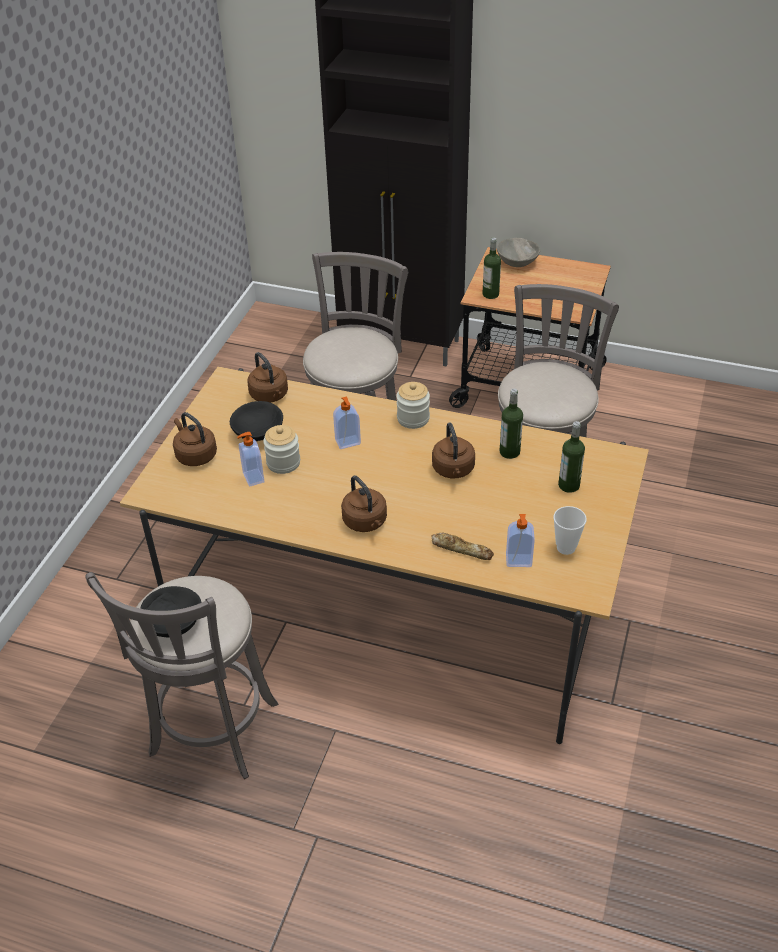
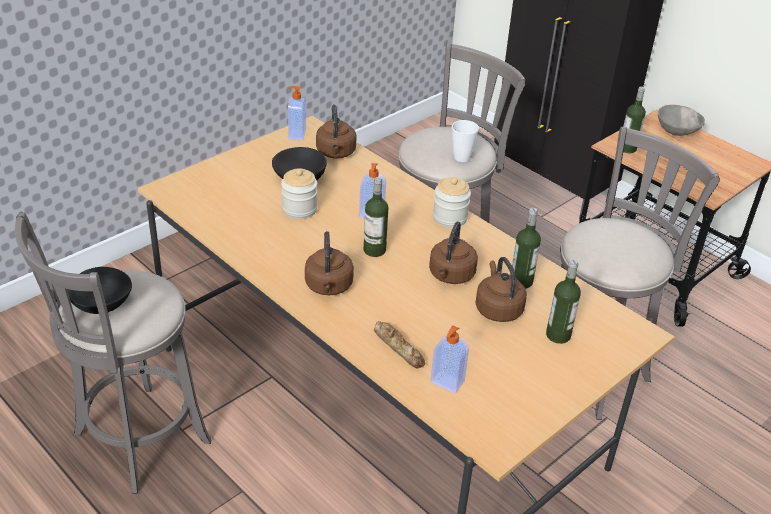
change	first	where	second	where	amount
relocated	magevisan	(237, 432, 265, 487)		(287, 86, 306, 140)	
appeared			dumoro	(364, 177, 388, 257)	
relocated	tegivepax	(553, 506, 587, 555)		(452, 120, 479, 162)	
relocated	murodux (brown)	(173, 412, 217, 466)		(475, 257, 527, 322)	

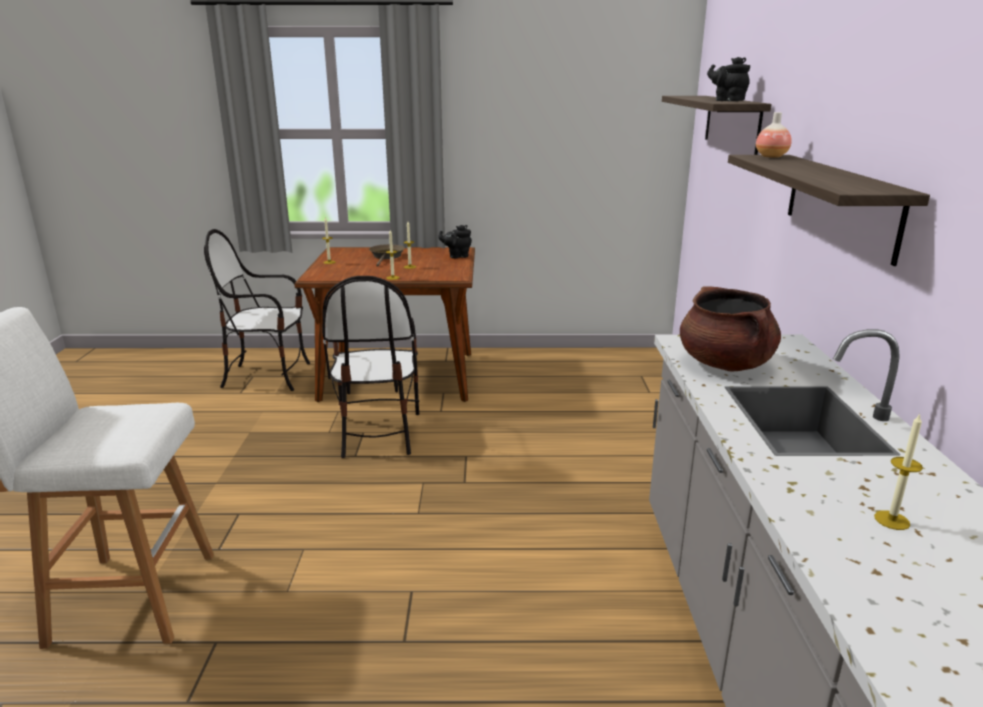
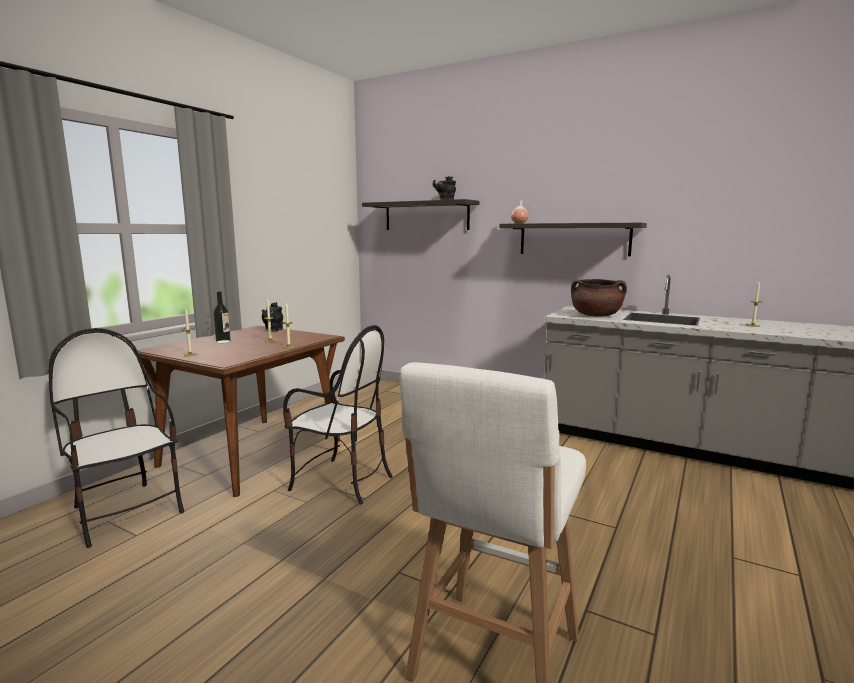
change	first	where	second	where	amount
spun	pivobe	(204, 229, 310, 391)		(49, 328, 184, 548)	105 degrees clockwise
exchanged	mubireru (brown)	(369, 244, 405, 267)	dumoro	(213, 291, 231, 343)	

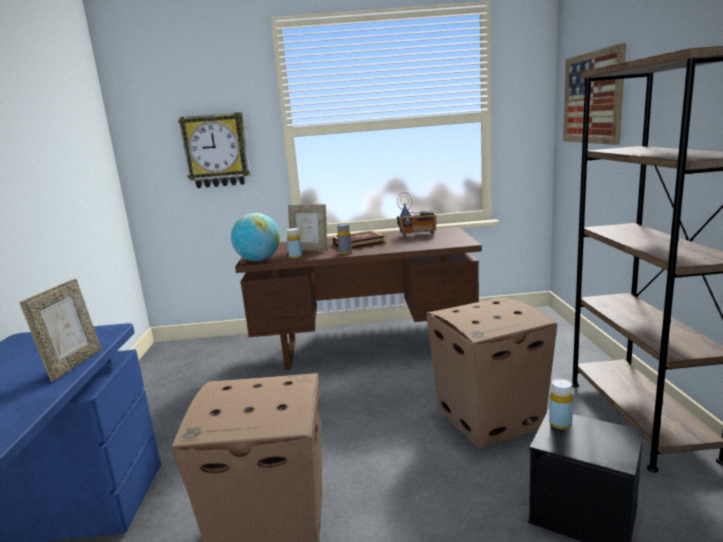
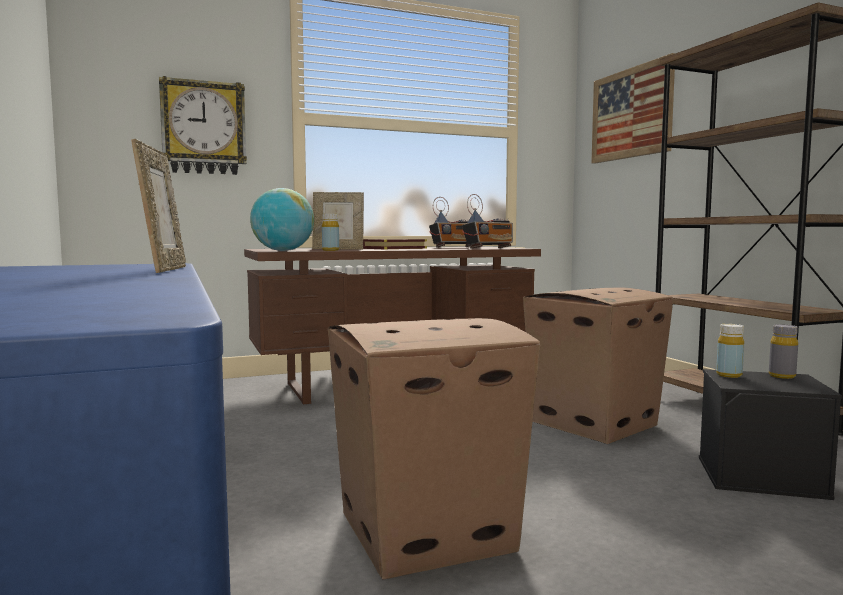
change	first	where	second	where	amount
appeared			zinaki	(462, 194, 513, 249)	
relocated	dumoro (grey)	(337, 224, 352, 254)		(769, 324, 798, 379)	

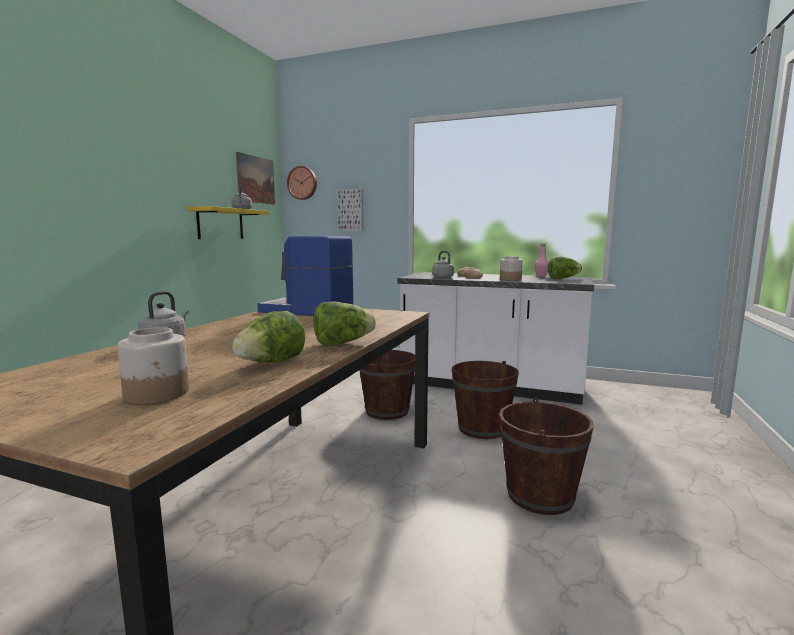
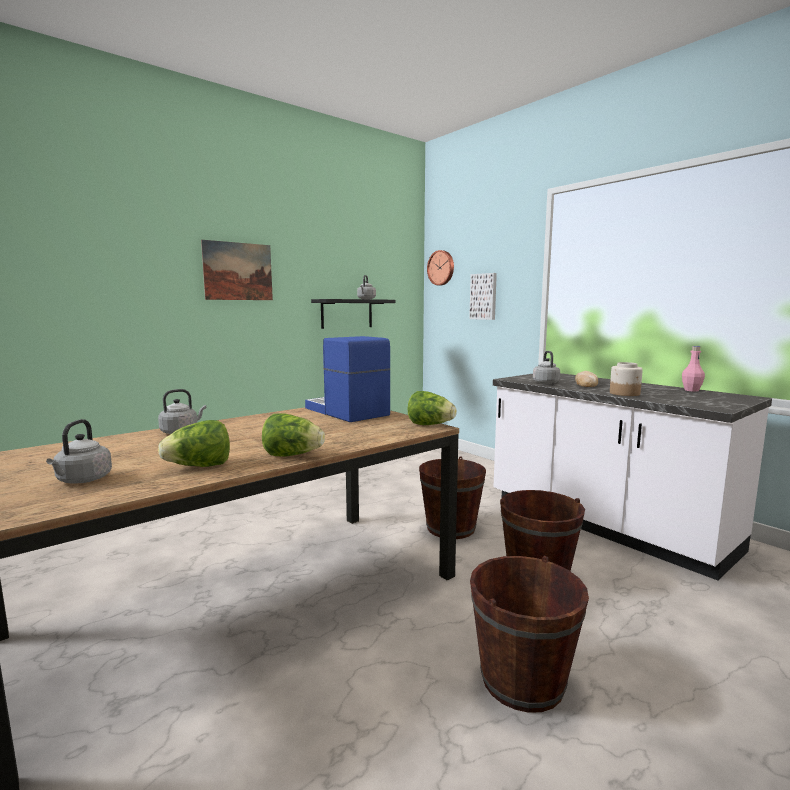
change	first	where	second	where	amount
exchanged	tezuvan	(117, 327, 189, 404)	murodux (grey)	(46, 419, 112, 483)	
relocated	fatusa	(236, 152, 275, 205)		(201, 240, 273, 300)	
colour	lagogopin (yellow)	(187, 206, 270, 239)	lagogopin (black)	(311, 299, 395, 329)	
relocated	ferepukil	(548, 256, 582, 279)		(408, 391, 457, 425)	

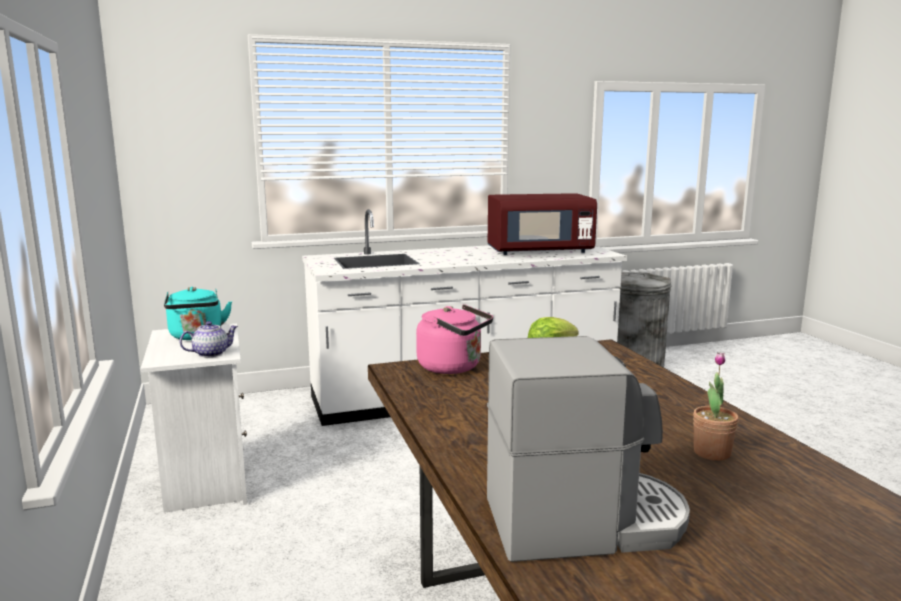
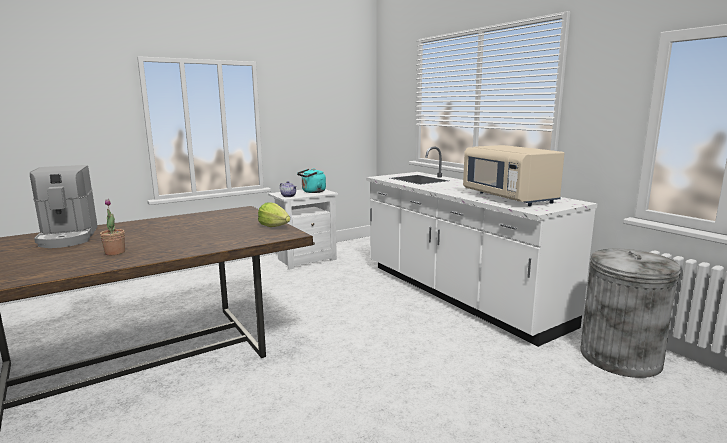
change	first	where	second	where	amount
colour	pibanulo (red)	(488, 194, 597, 255)	pibanulo (beige)	(463, 145, 564, 206)	
missing	murodux (pink)	(416, 304, 493, 374)			

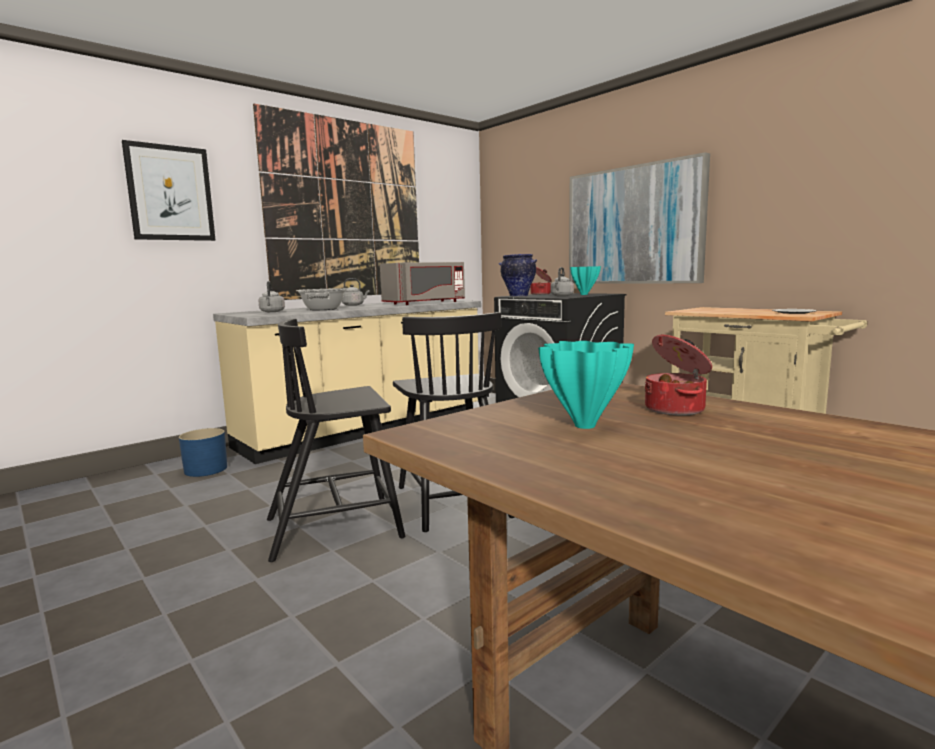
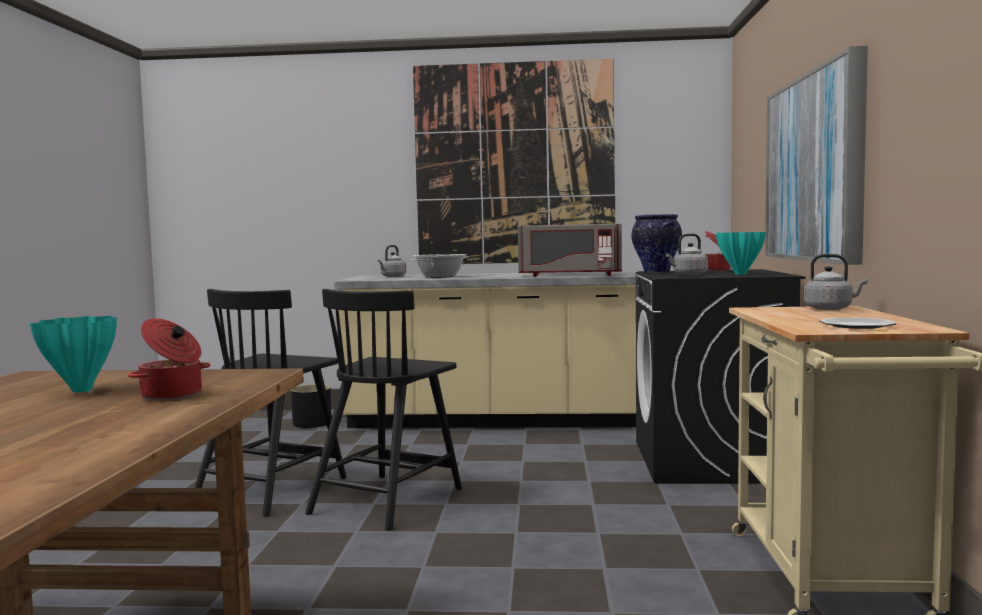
change	first	where	second	where	amount
spun	pivobe (black)	(267, 319, 405, 562)		(194, 289, 347, 517)	90 degrees counterclockwise
colour	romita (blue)	(179, 428, 227, 477)	romita (black)	(290, 384, 331, 428)	
relocated	murodux (grey)	(342, 278, 370, 306)		(804, 254, 868, 310)	
missing	fatusa	(122, 140, 216, 241)			

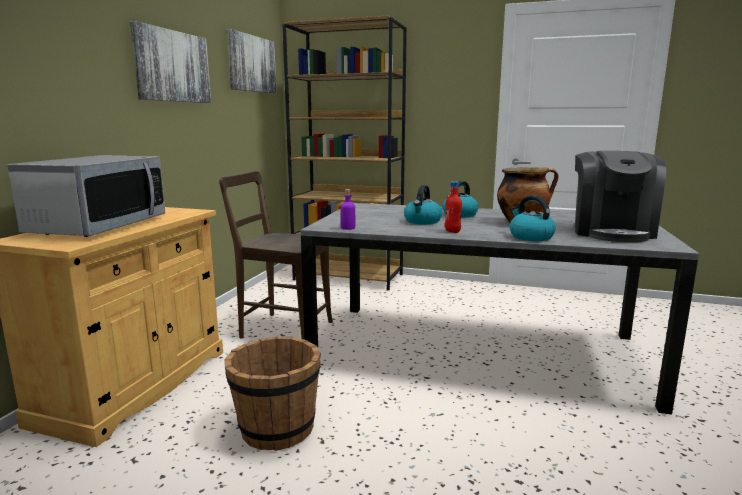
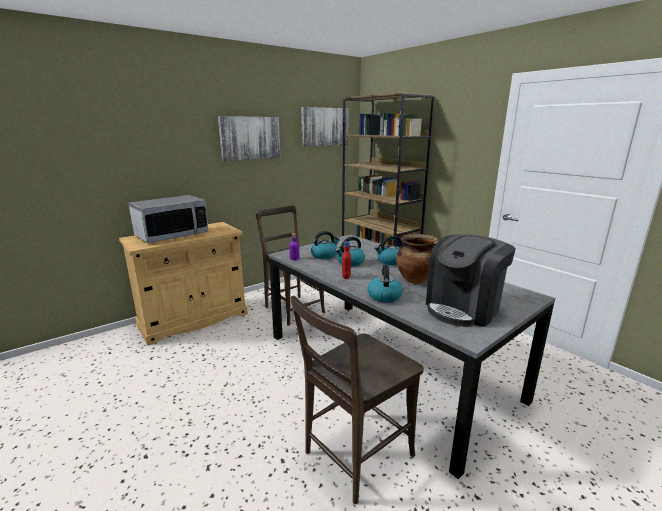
change	first	where	second	where	amount
appeared			pivobe (brown)	(290, 296, 424, 504)	
appeared			murodux	(311, 231, 340, 259)	
missing	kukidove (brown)	(224, 336, 321, 451)			

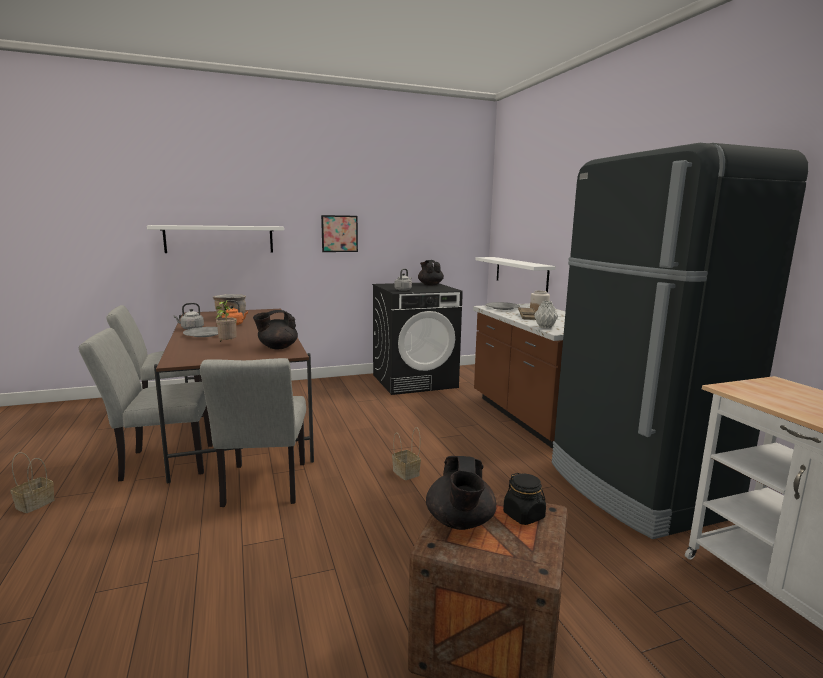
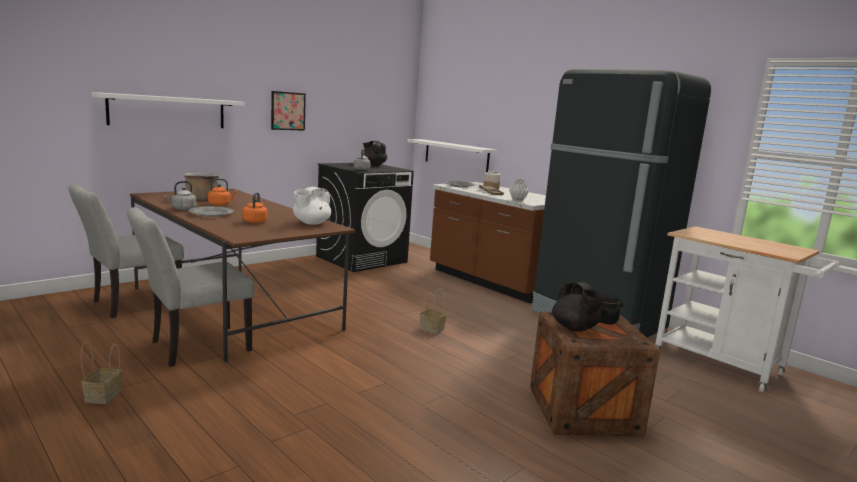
change	first	where	second	where	amount
exchanged	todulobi	(216, 299, 237, 342)	murodux (orange)	(242, 192, 268, 223)	
colour	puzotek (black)	(253, 310, 298, 349)	puzotek (white)	(293, 187, 331, 225)	
missing	pivobe (grey)	(200, 358, 306, 507)			

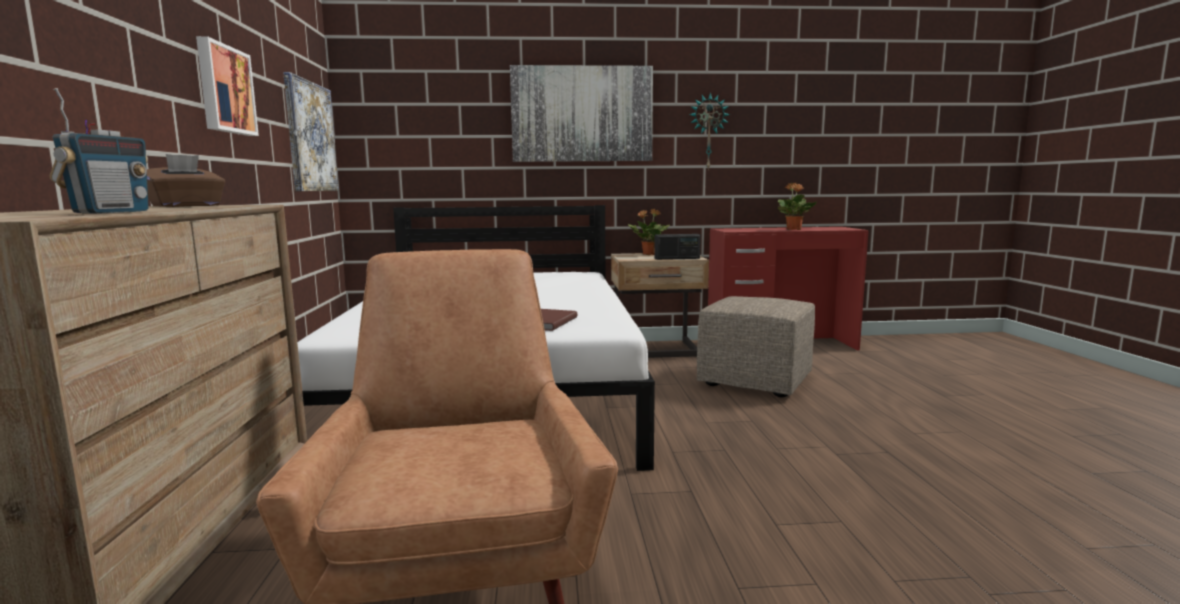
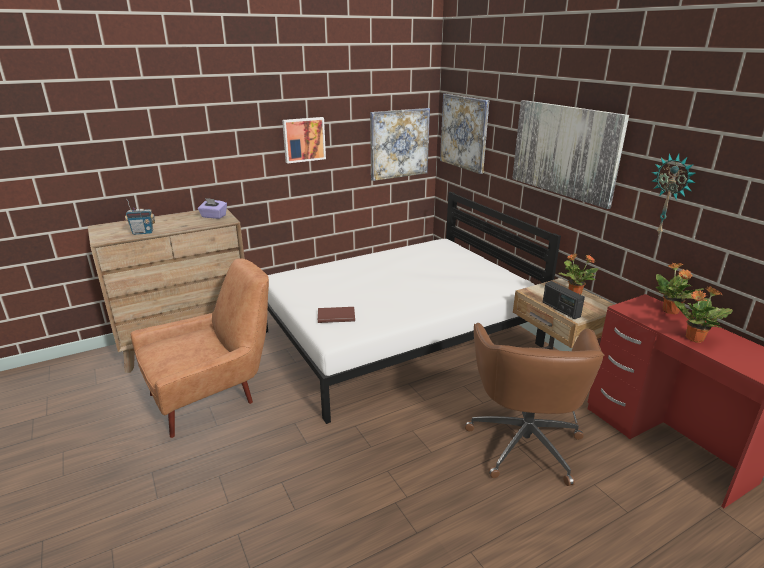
change	first	where	second	where	amount
colour	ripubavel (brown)	(147, 154, 225, 207)	ripubavel (purple)	(198, 198, 227, 219)	
appeared			fatusa	(440, 94, 489, 174)	
exchanged	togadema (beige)	(697, 296, 815, 397)	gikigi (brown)	(465, 323, 604, 486)	
appeared			todulobi	(656, 263, 704, 314)	

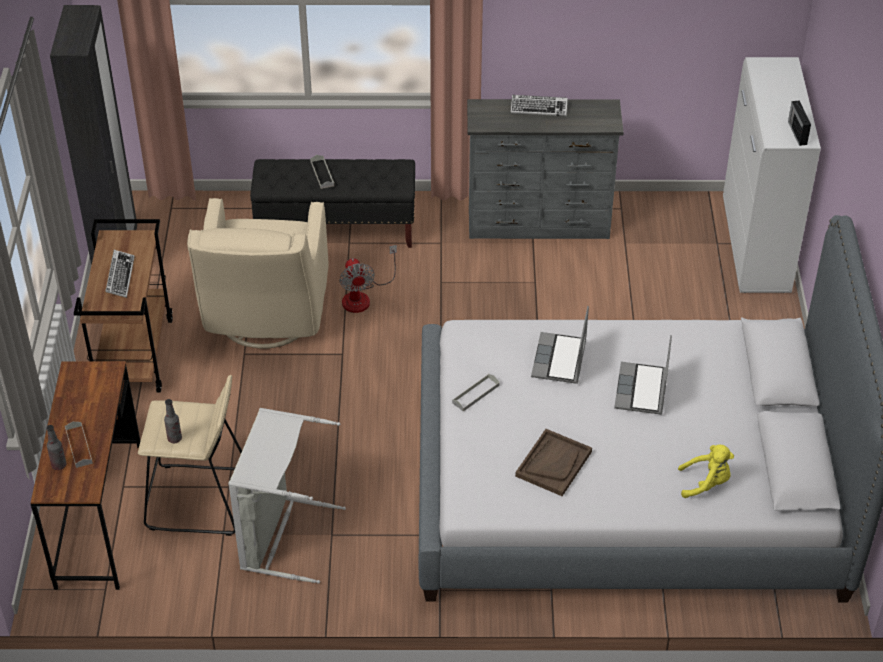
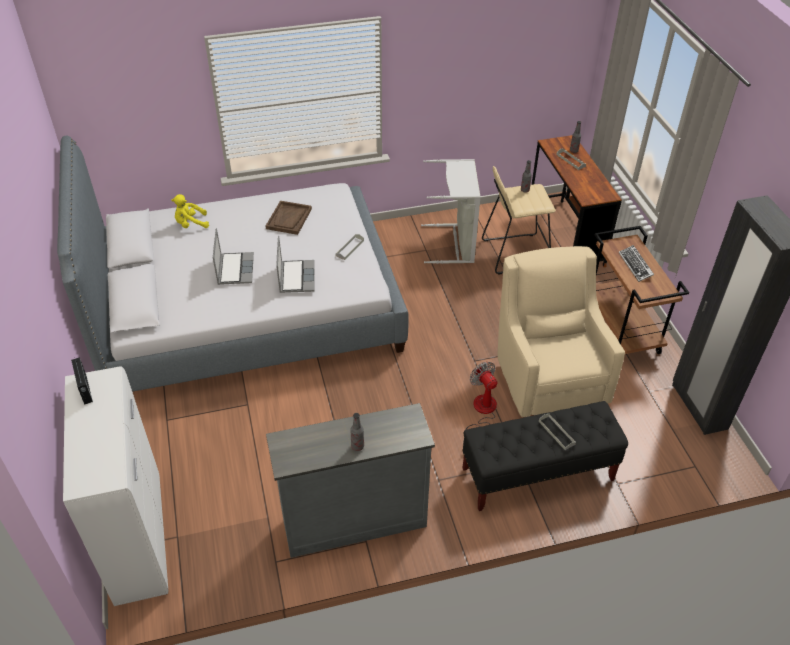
change	first	where	second	where	amount
exchanged	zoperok	(511, 95, 568, 116)	dumoro	(350, 413, 364, 451)	

